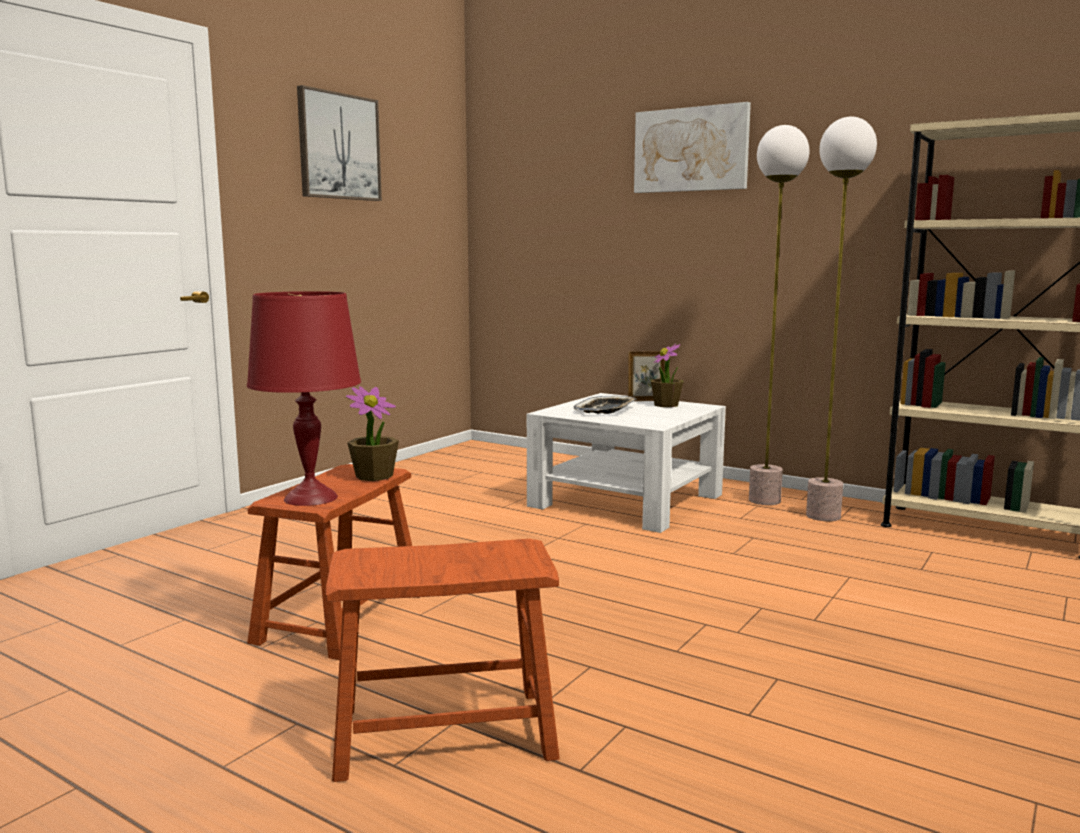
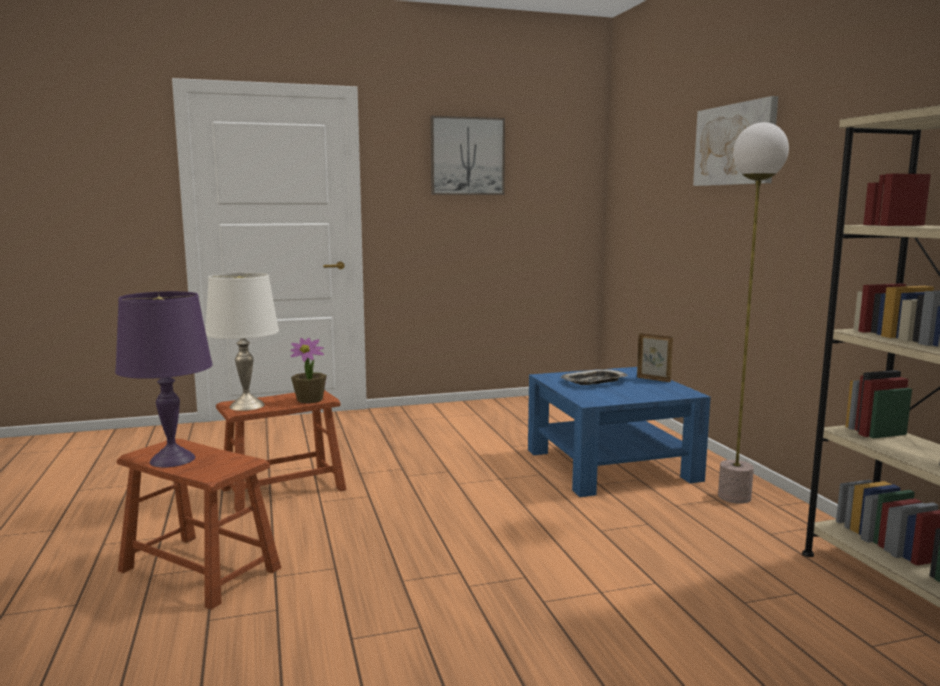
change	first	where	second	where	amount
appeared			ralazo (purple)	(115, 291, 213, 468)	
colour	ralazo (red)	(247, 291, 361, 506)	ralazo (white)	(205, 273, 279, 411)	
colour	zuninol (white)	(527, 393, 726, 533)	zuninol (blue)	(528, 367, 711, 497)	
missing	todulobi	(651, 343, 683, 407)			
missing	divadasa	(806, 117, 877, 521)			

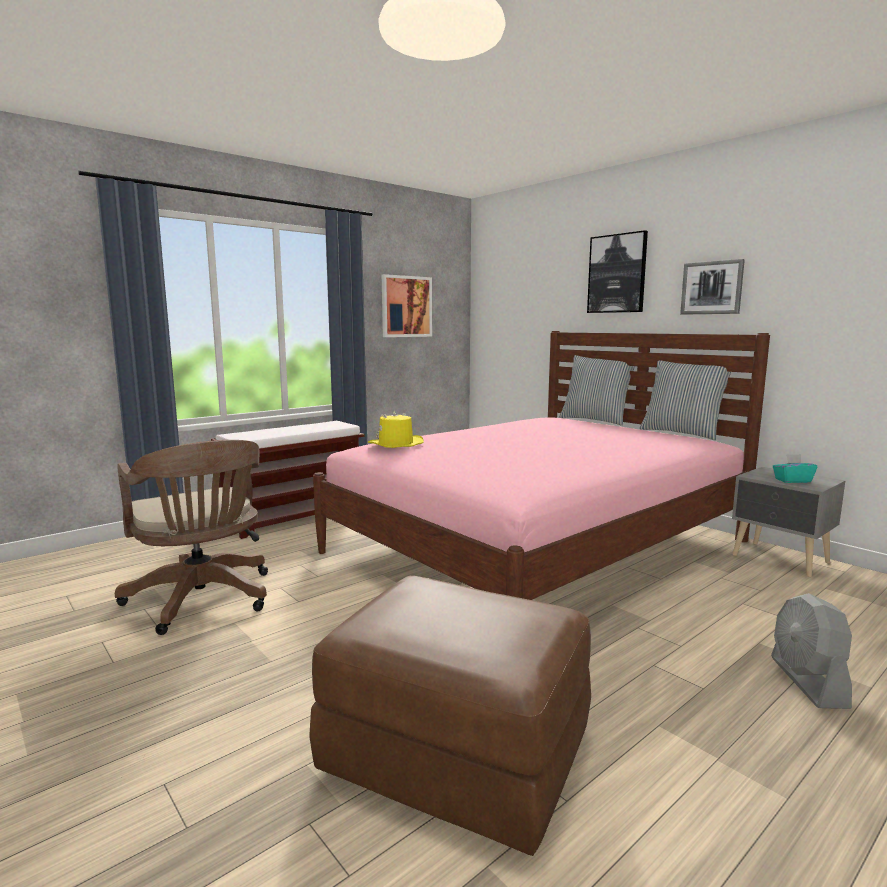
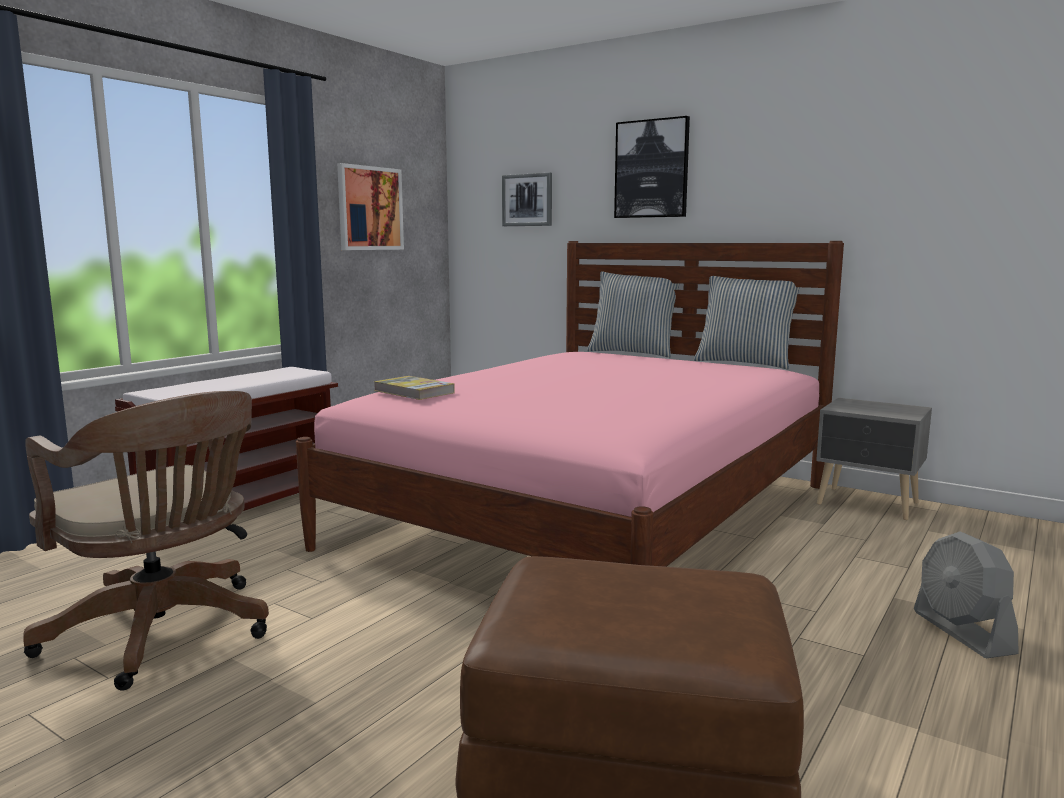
change	first	where	second	where	amount
exchanged	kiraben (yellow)	(368, 411, 424, 448)	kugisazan	(374, 376, 455, 400)	
relocated	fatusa	(680, 259, 745, 314)		(502, 173, 552, 226)	
missing	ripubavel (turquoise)	(773, 454, 817, 483)			

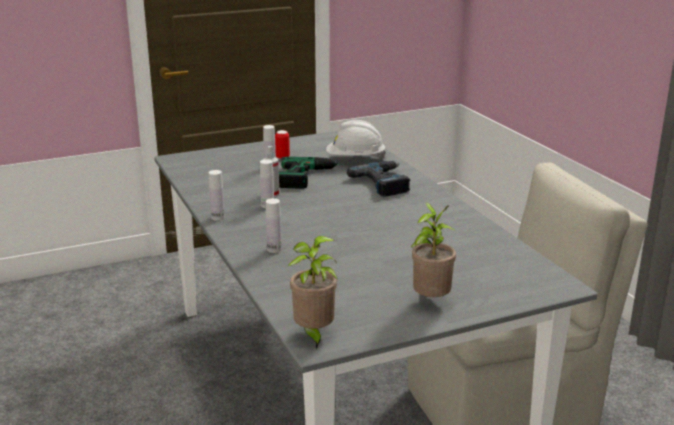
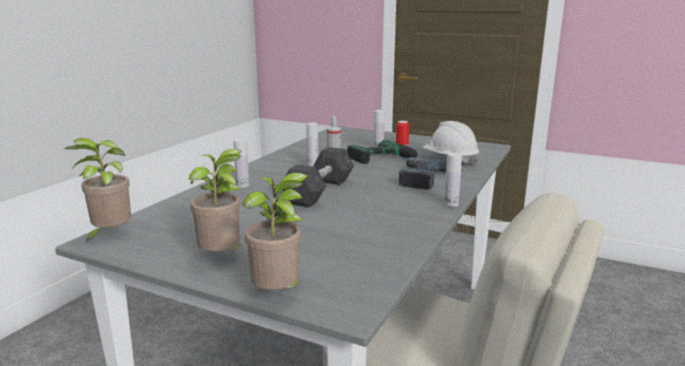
change	first	where	second	where	amount
appeared			todulobi	(243, 173, 309, 290)	
appeared			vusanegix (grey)	(283, 147, 354, 207)	
relocated	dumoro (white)	(209, 170, 225, 220)		(444, 153, 462, 207)	

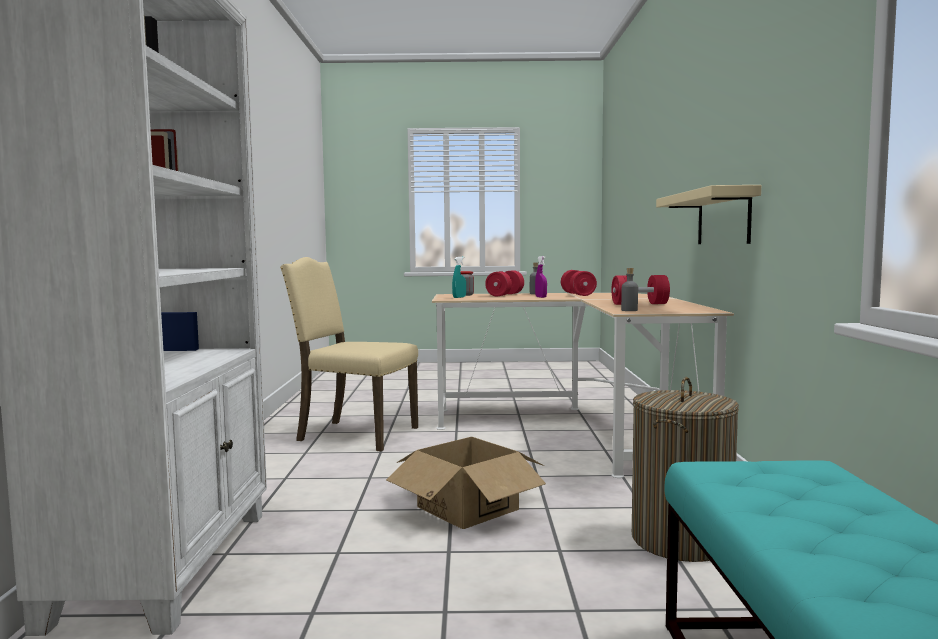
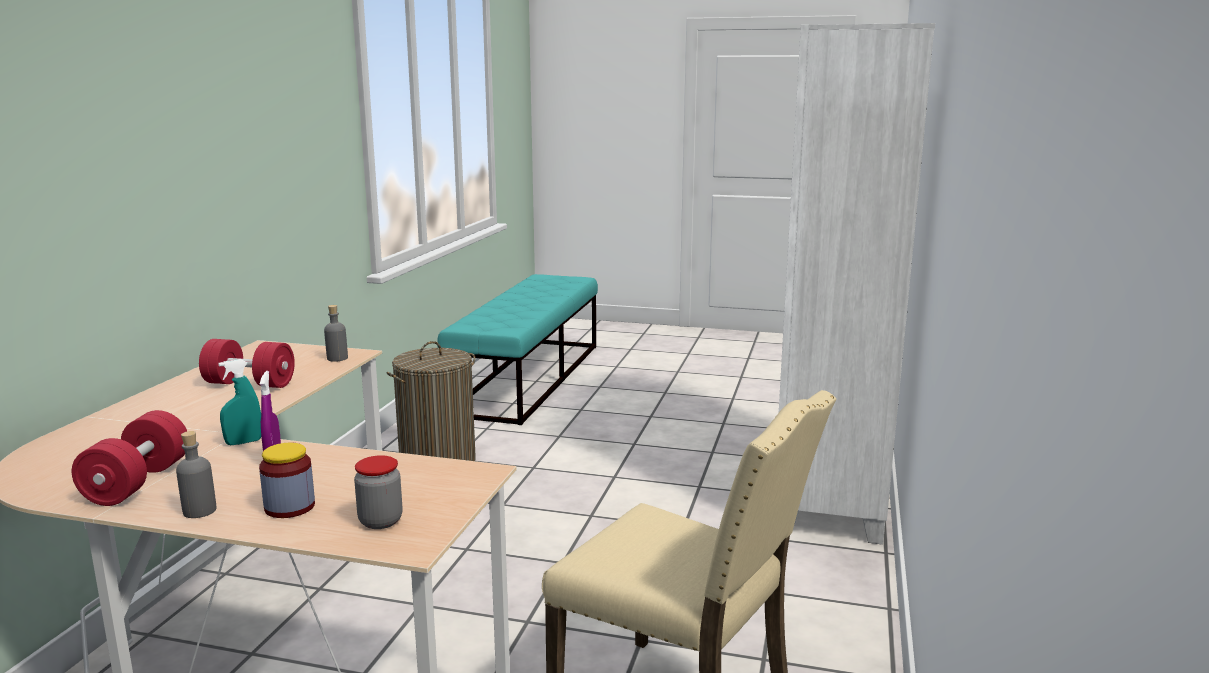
change	first	where	second	where	amount
relocated	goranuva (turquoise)	(452, 257, 466, 298)		(218, 359, 261, 445)	
exchanged	vusanegix (red)	(485, 270, 524, 296)	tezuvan	(259, 443, 315, 518)	
missing	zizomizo	(386, 437, 546, 529)			
missing	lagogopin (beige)	(656, 185, 761, 244)			

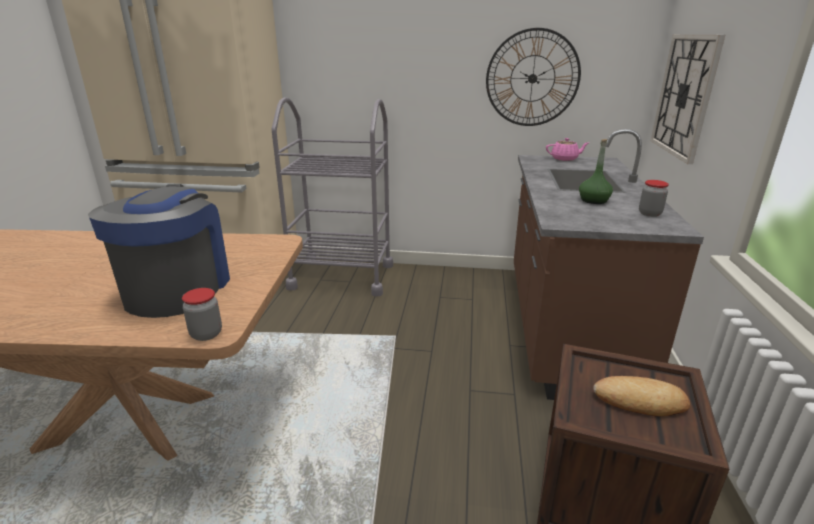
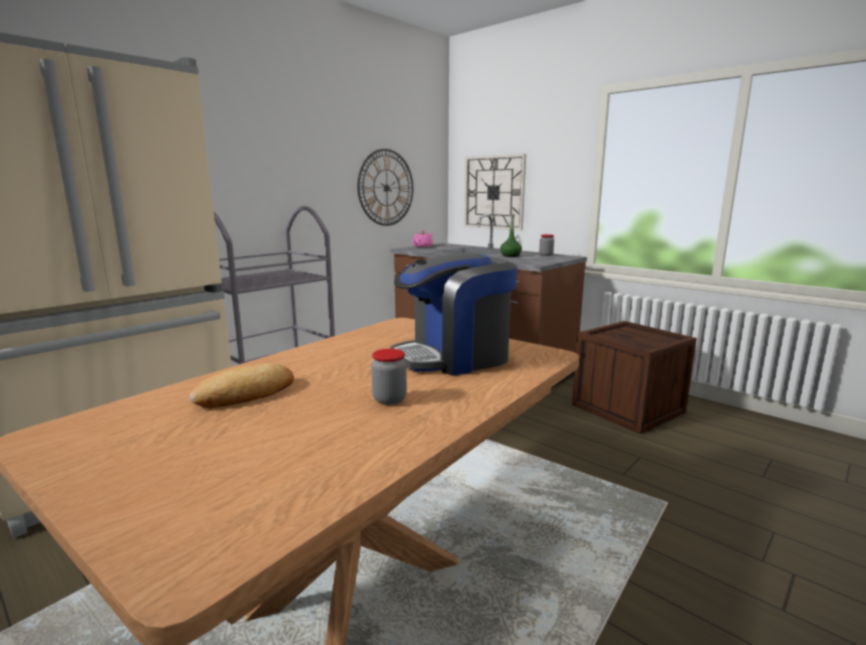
change	first	where	second	where	amount
relocated	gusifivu	(593, 376, 690, 417)		(190, 363, 294, 408)	
relocated	tezuvan	(182, 288, 222, 341)		(371, 349, 407, 405)	
spun	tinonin	(88, 185, 230, 318)		(391, 252, 517, 376)	60 degrees counterclockwise

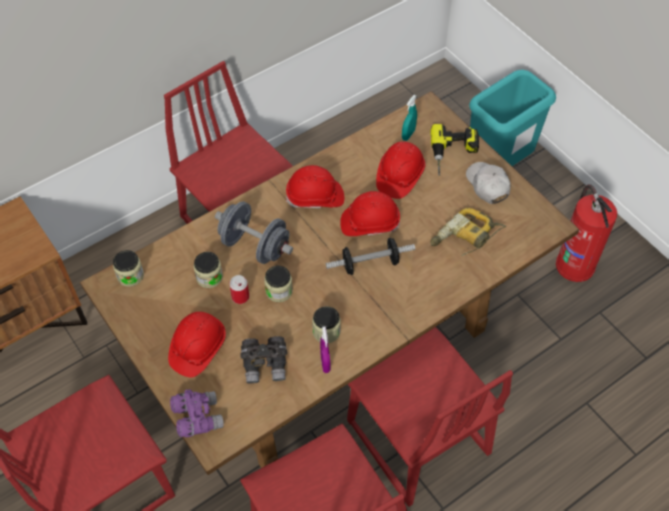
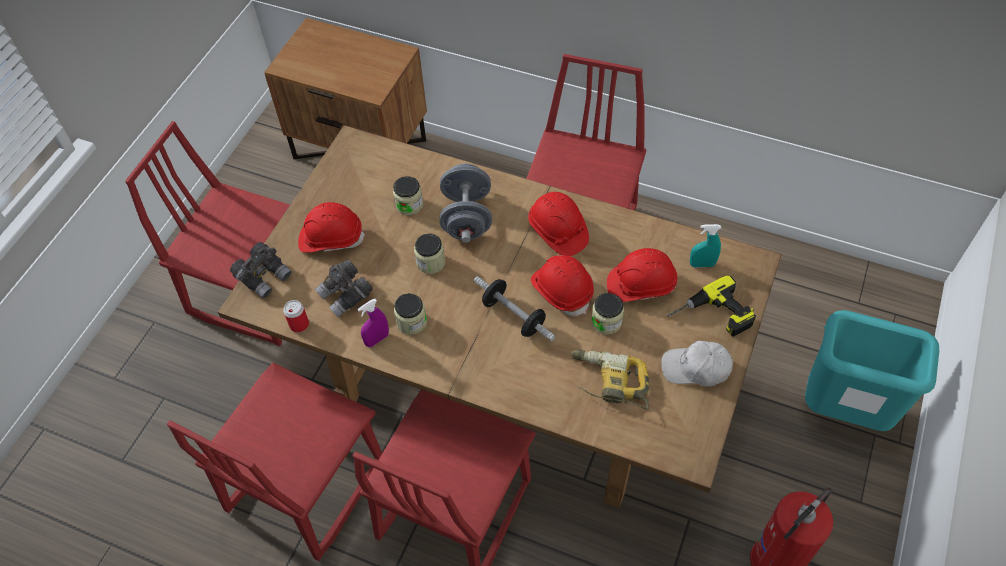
change	first	where	second	where	amount
colour	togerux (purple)	(170, 389, 224, 437)	togerux (grey)	(230, 242, 292, 298)	
relocated	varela	(229, 275, 249, 304)		(283, 300, 309, 332)	
relocated	tezuvan	(113, 250, 144, 287)		(591, 293, 624, 335)	
spun	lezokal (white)	(466, 162, 511, 204)		(661, 341, 733, 387)	120 degrees counterclockwise

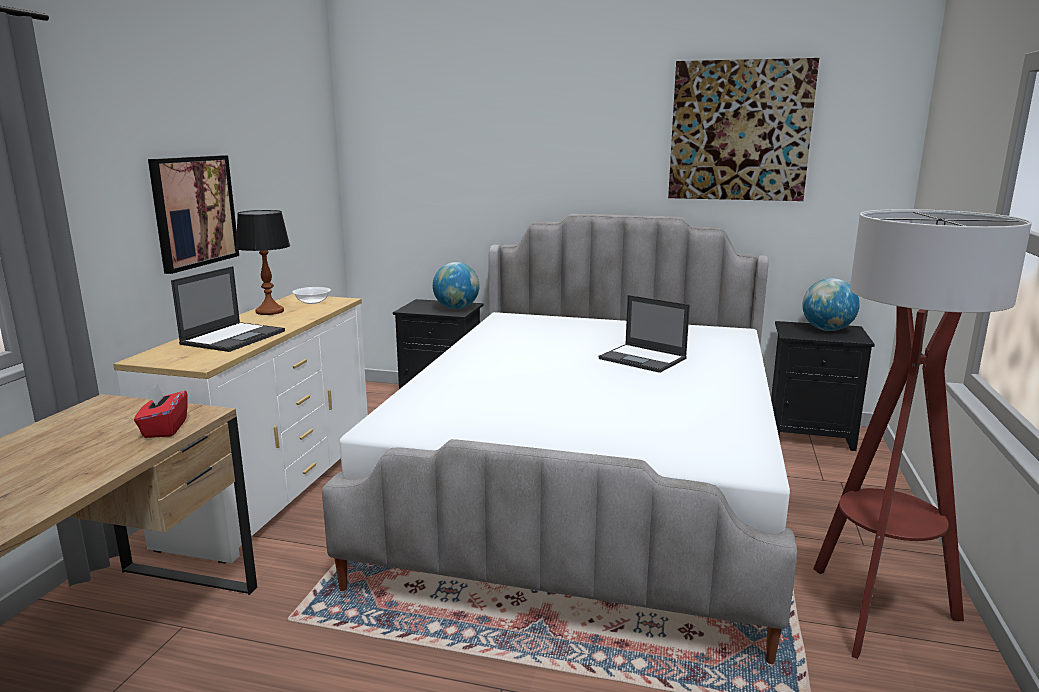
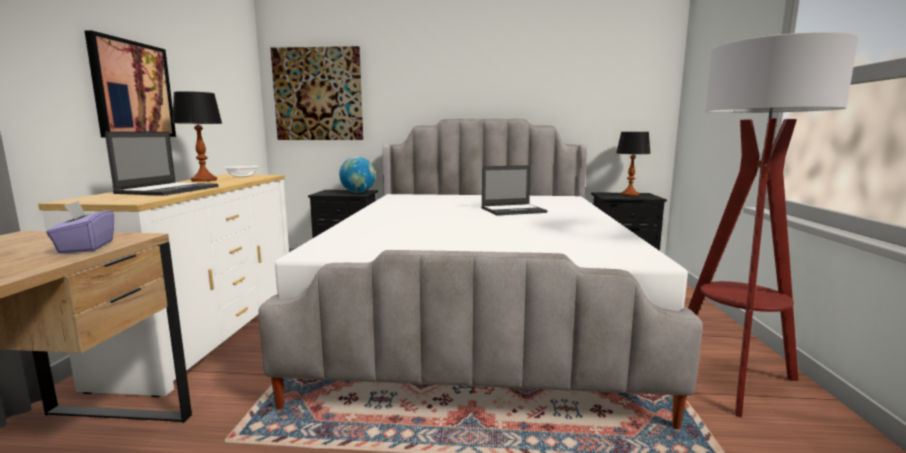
change	first	where	second	where	amount
colour	ripubavel (red)	(134, 384, 187, 438)	ripubavel (purple)	(46, 201, 114, 254)	
relocated	fatusa	(668, 58, 819, 201)		(271, 46, 363, 140)	
spun	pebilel	(599, 295, 690, 373)		(481, 165, 548, 215)	45 degrees counterclockwise
exchanged	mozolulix	(802, 278, 860, 331)	ralazo	(617, 132, 651, 196)	

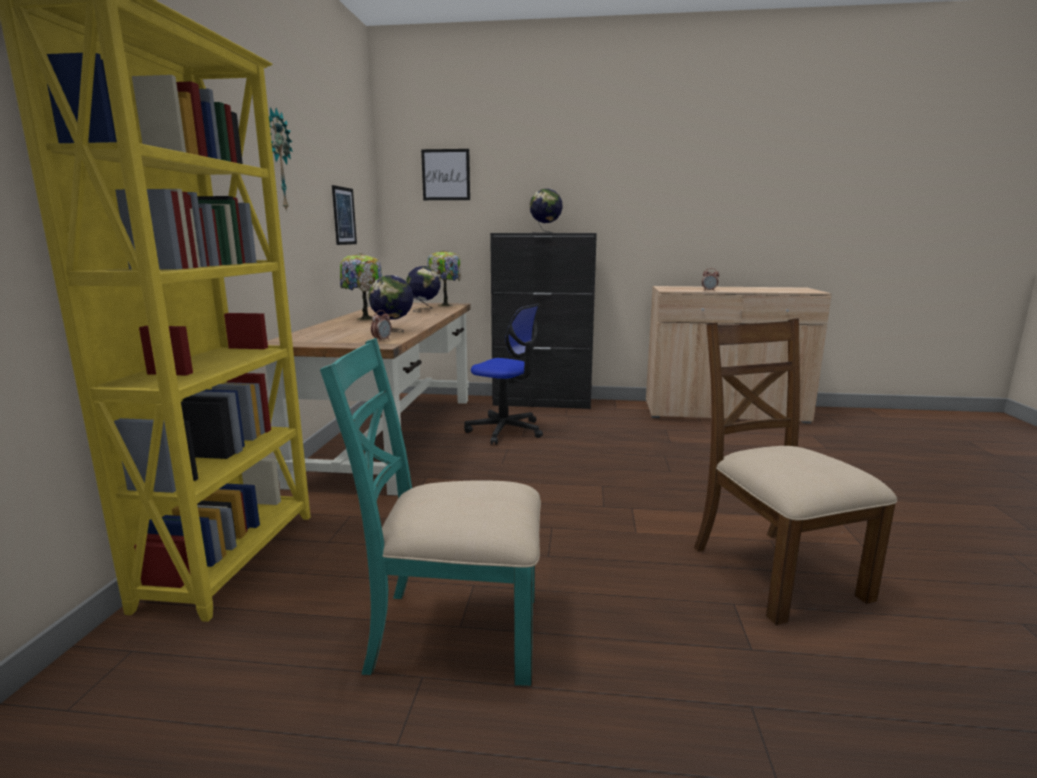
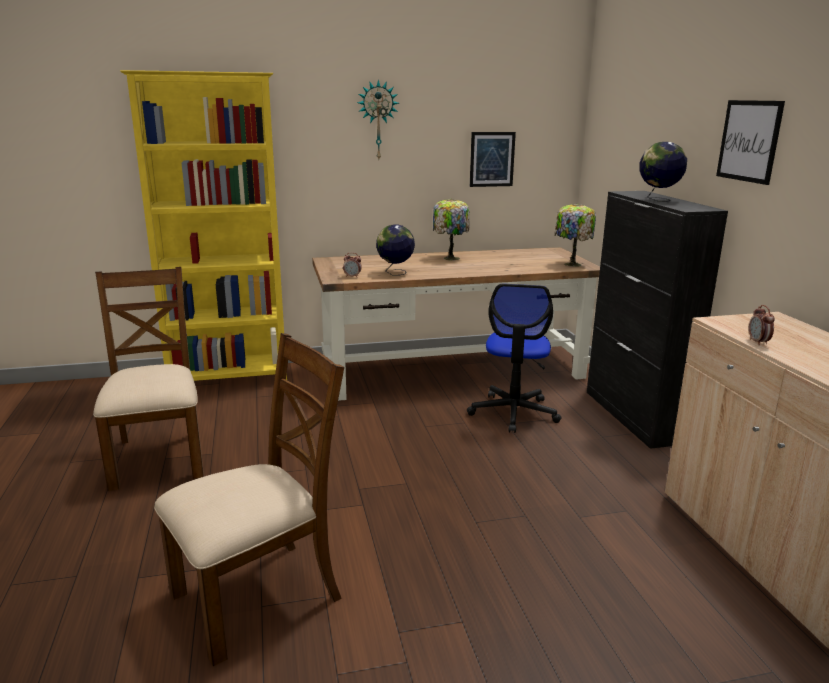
change	first	where	second	where	amount
colour	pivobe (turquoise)	(320, 338, 541, 686)	pivobe (brown)	(93, 267, 204, 491)	
relocated	fatusa	(421, 149, 470, 200)		(716, 100, 785, 185)	
missing	mozolulix	(406, 266, 440, 312)			

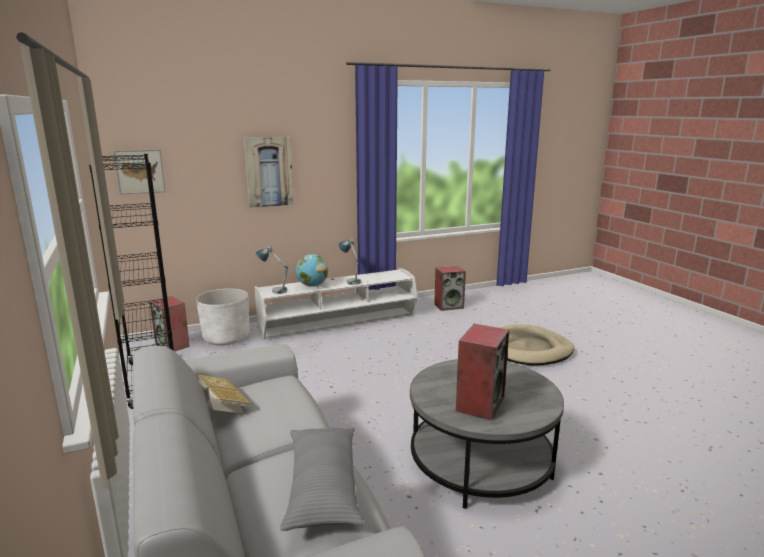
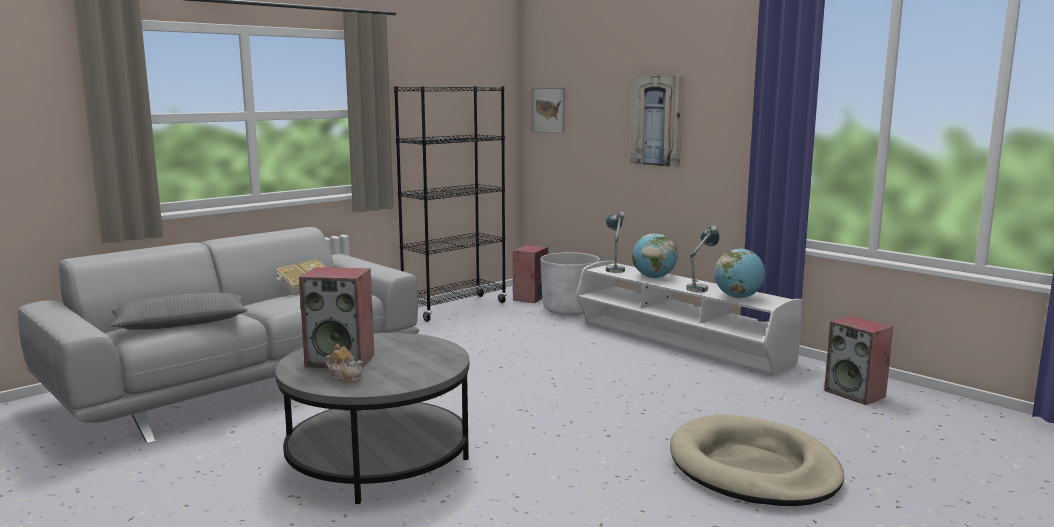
change	first	where	second	where	amount
appeared			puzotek	(325, 343, 363, 383)	
appeared			mozolulix	(715, 248, 765, 298)	

